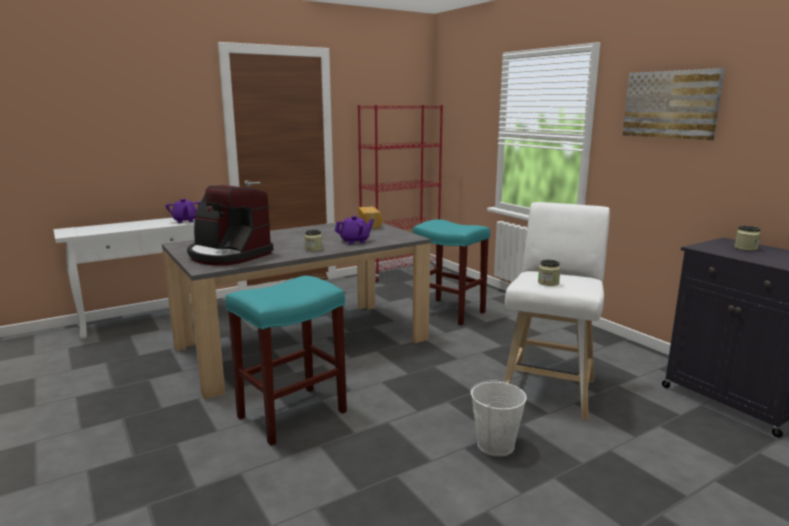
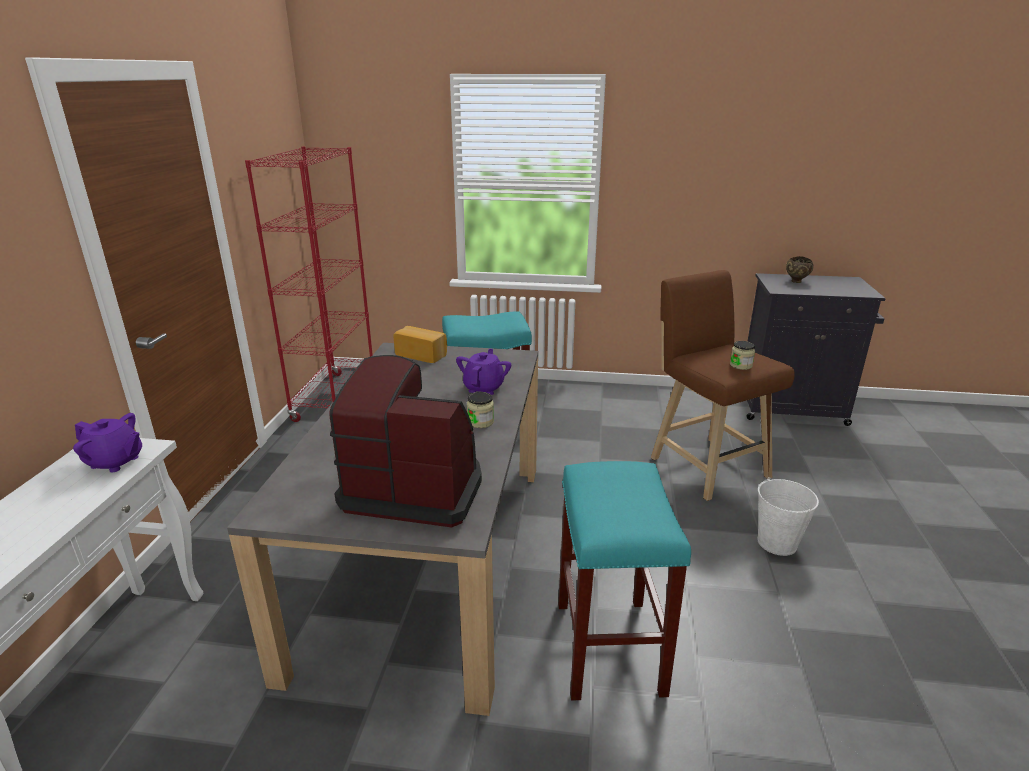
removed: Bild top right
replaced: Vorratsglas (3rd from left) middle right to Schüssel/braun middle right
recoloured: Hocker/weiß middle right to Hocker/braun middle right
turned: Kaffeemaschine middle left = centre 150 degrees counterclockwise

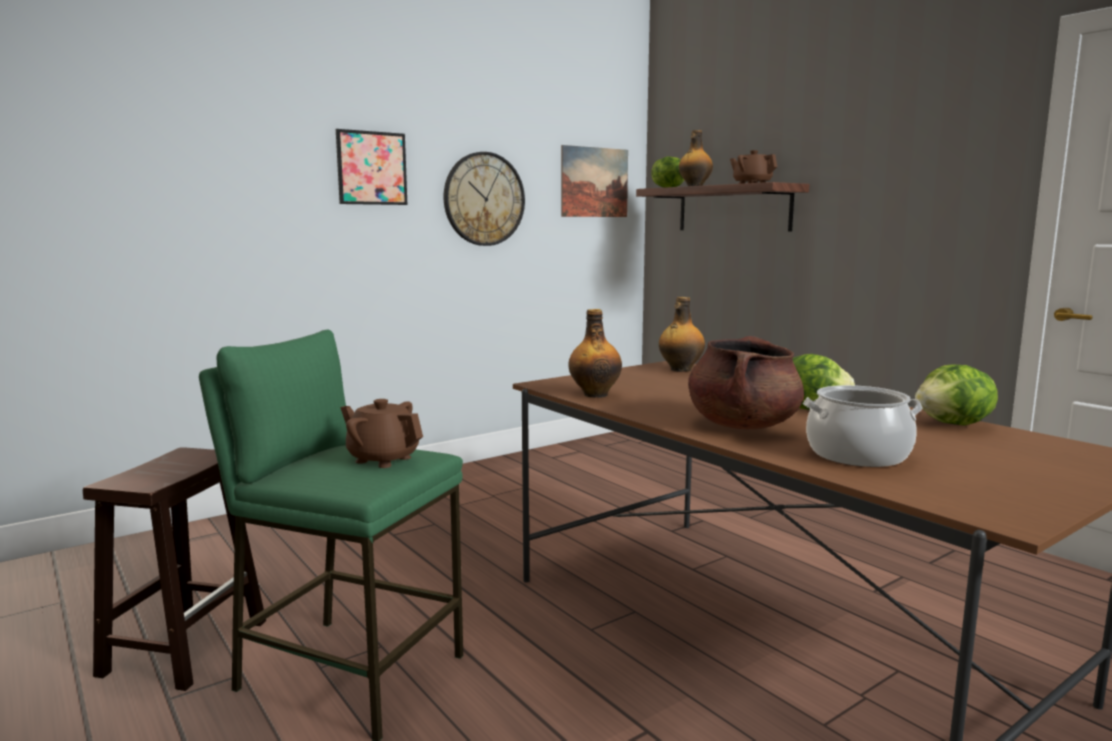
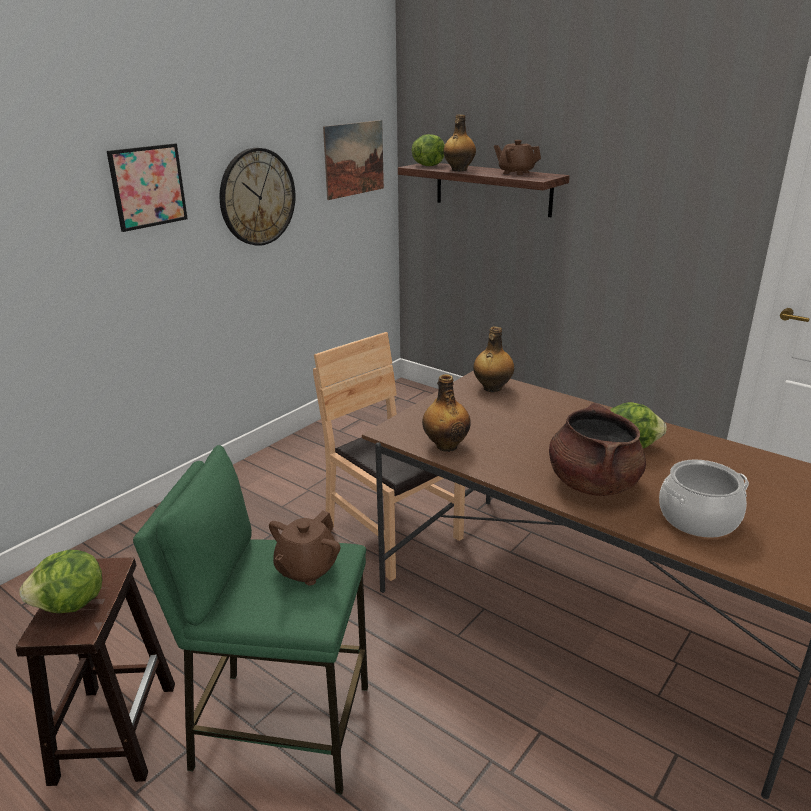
added: Stuhl/braun centre
moved: Salatkopf (3rd from left in the first image) middle right to Salatkopf (1st from left) bottom left
turned: Teekanne/braun (1st from left) centre = bottom centre 75 degrees counterclockwise

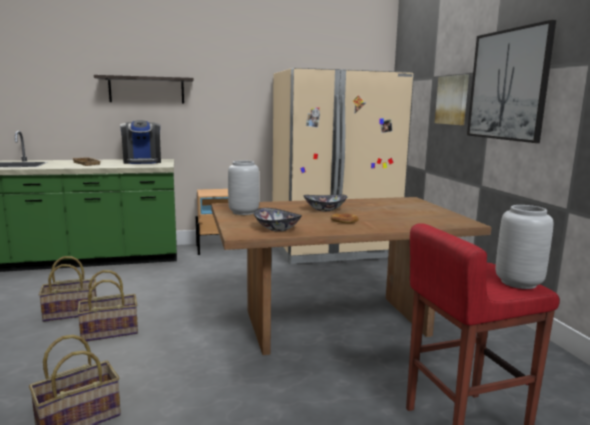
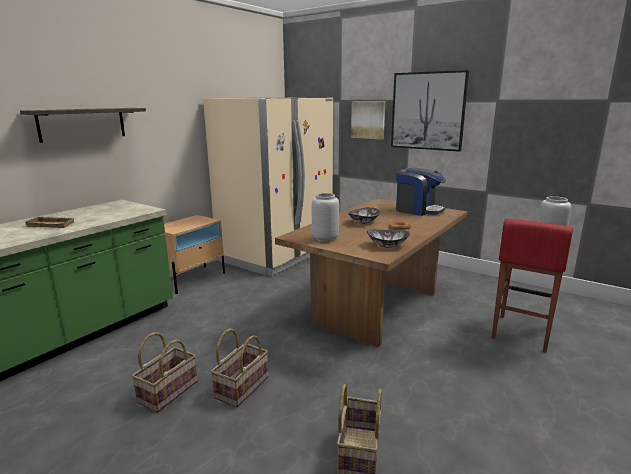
moved: Kaffeemaschine middle left to middle right

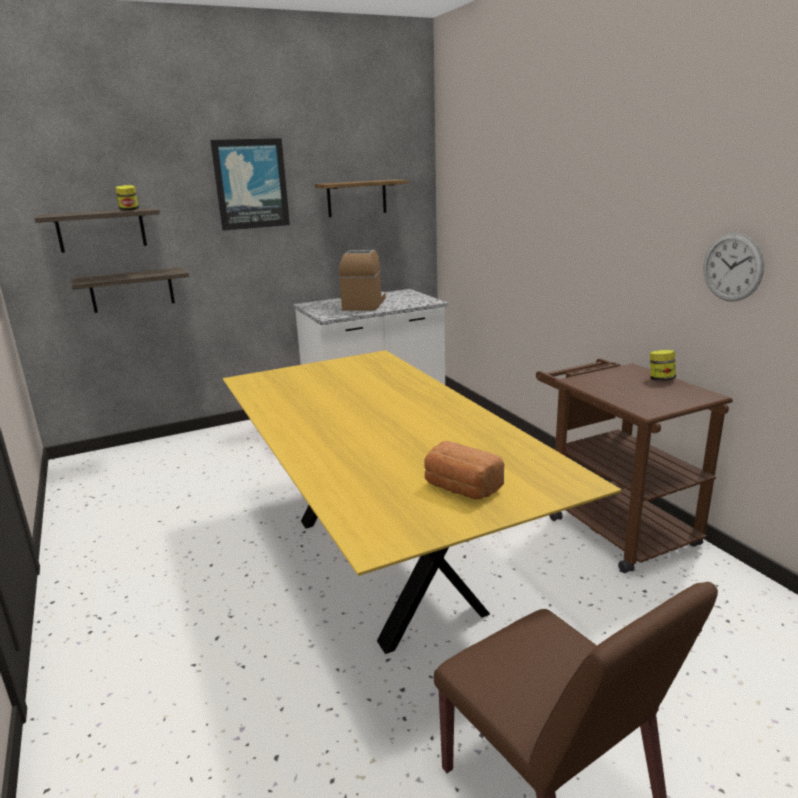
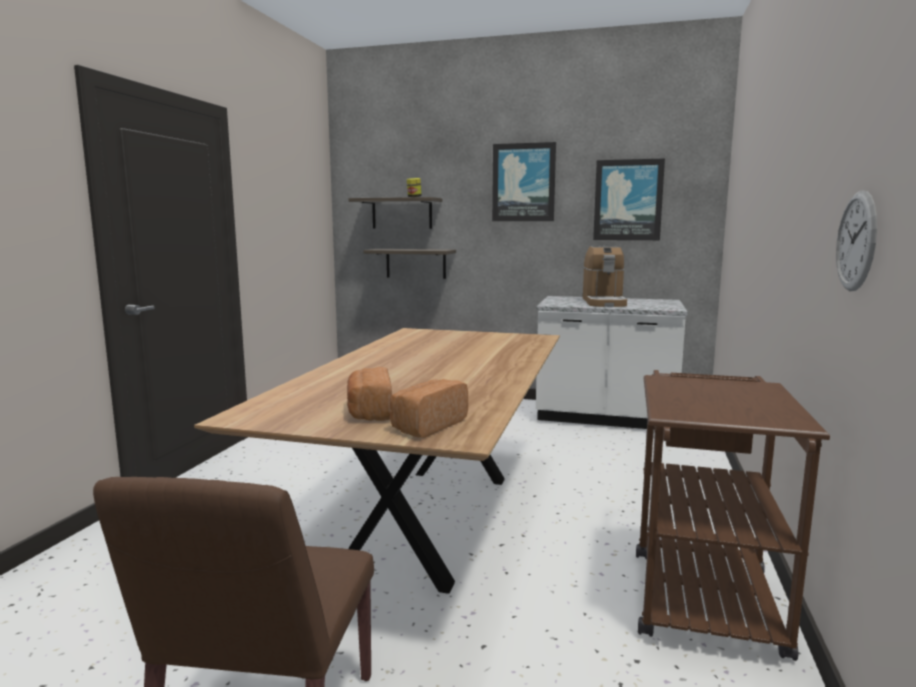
removed: Vorratsglas (2nd from left) middle right
added: Brot (2nd from left) centre
replaced: Wandregal (3rd from left) top centre to Bild (2nd from left) top right
recoloured: Esstisch/gelb centre to Esstisch/braun bottom centre
turned: Kaffeemaschine centre = centre 135 degrees clockwise

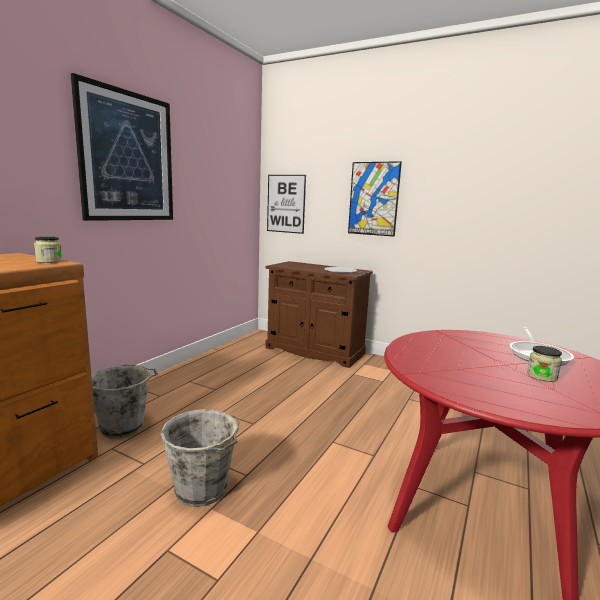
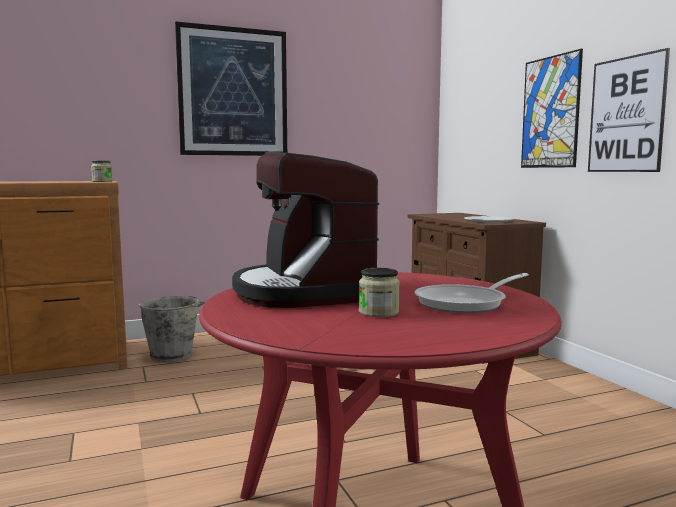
removed: Eimer/grau (2nd from left) bottom centre
added: Kaffeemaschine centre
moved: Bild (2nd from left in the first image) centre to Bild (3rd from left) top right

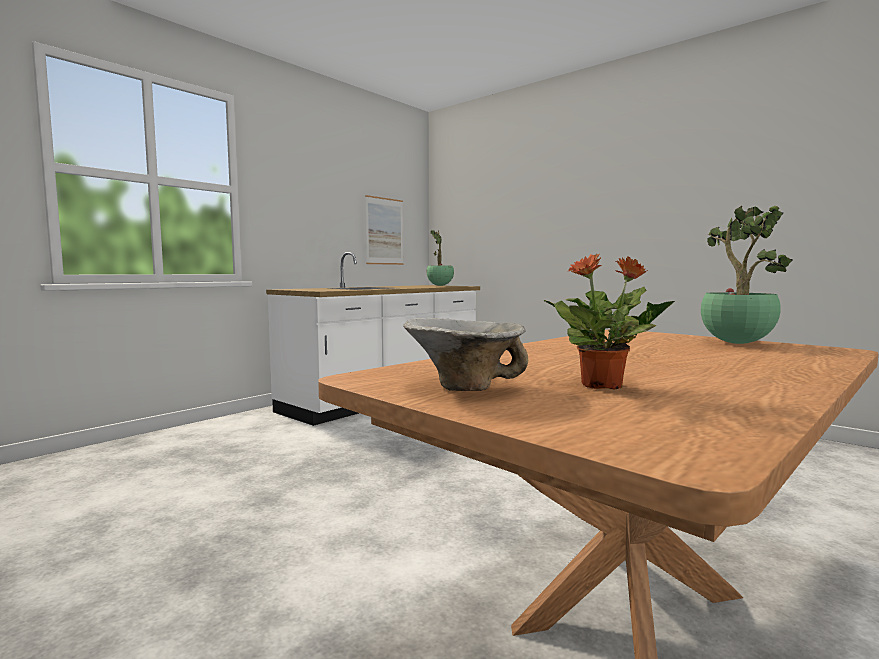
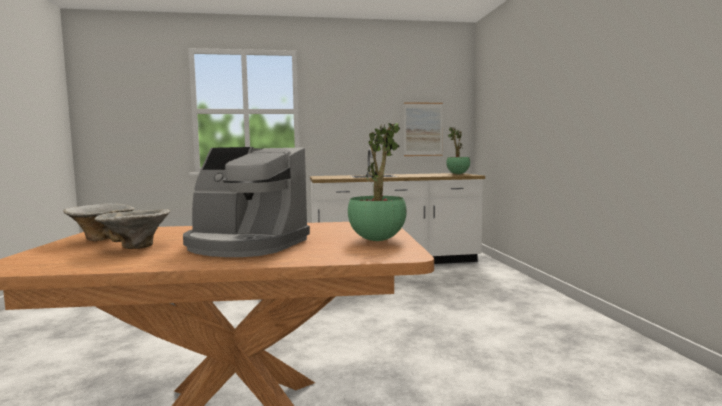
added: Kaffeemaschine centre
replaced: Topfpflanze (2nd from left) middle right to Schüssel (2nd from left) middle left

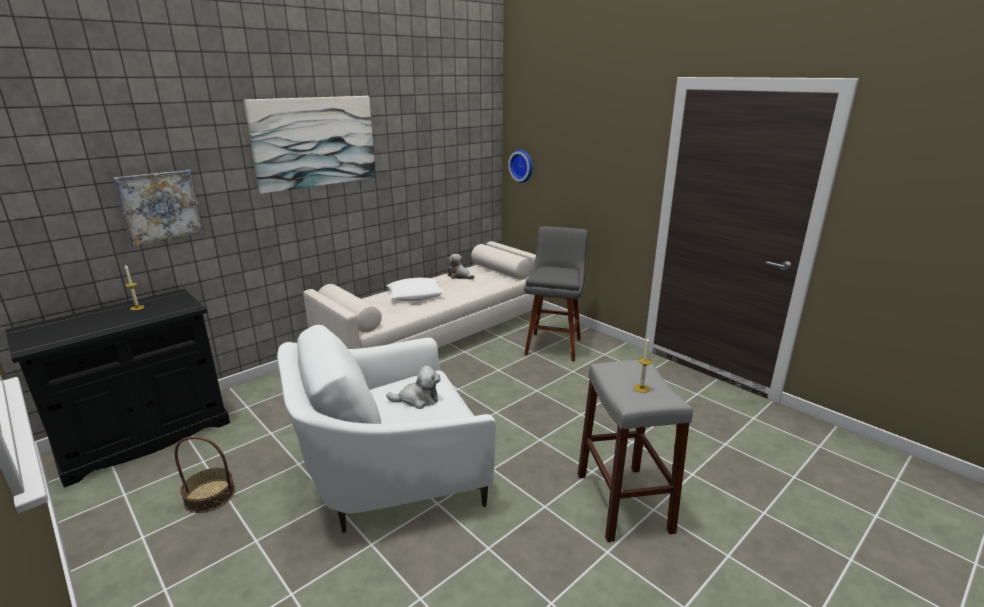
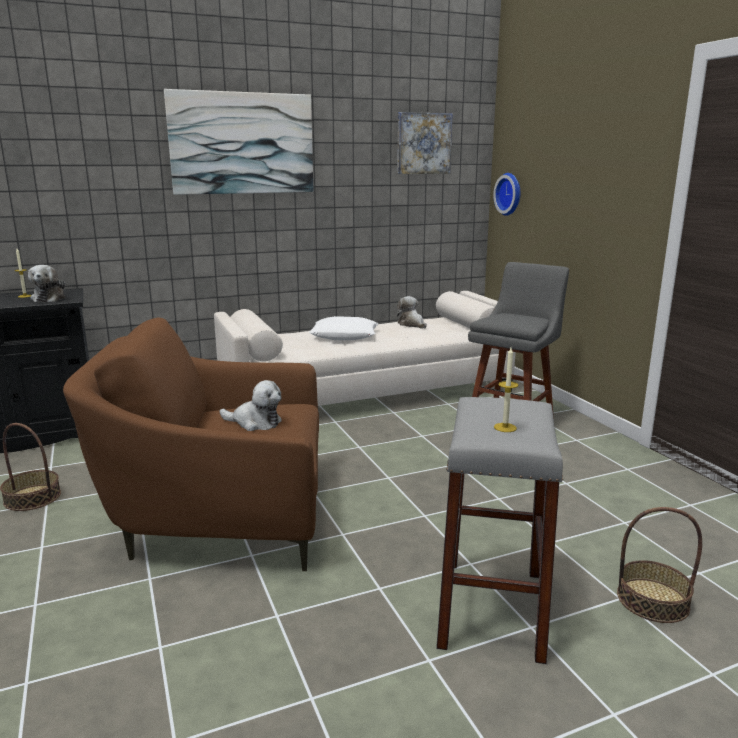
added: Plüschtier (1st from left) middle left; Korb (2nd from left) bottom right
moved: Bild (1st from left in the first image) middle left to Bild (2nd from left) top centre
recoloured: Sessel/weiß bottom centre to Sessel/braun middle left

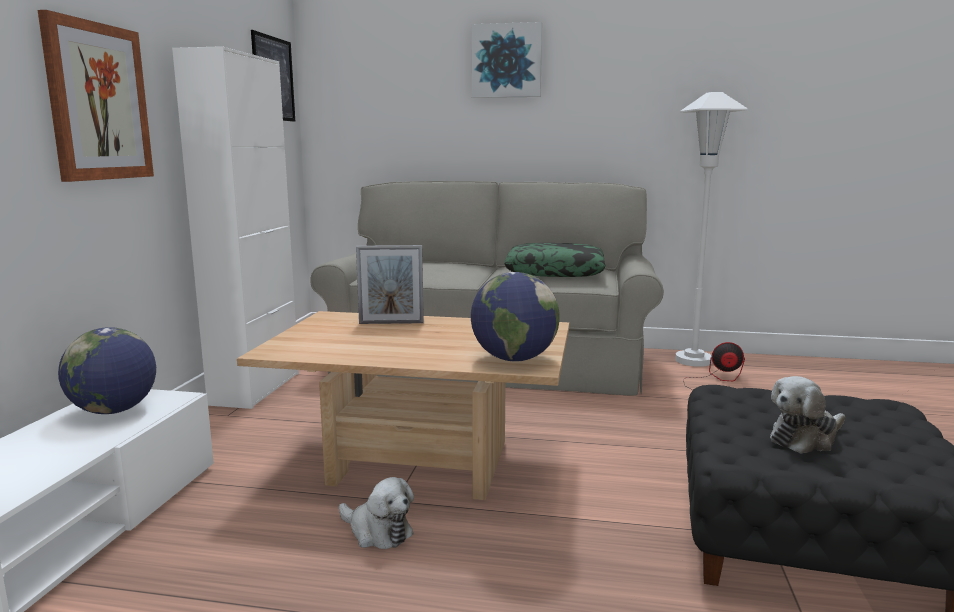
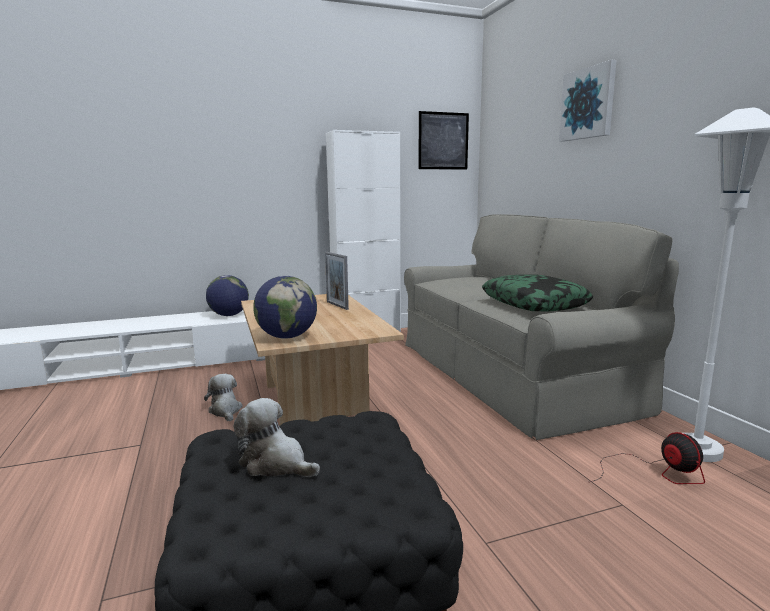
removed: Bild (1st from left) top left
turned: Plüschtier (1st from left) bottom centre = middle left 150 degrees clockwise

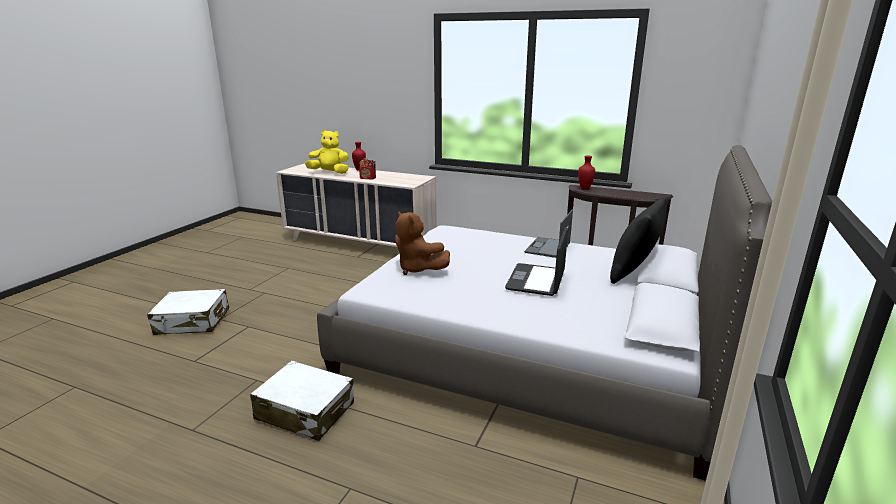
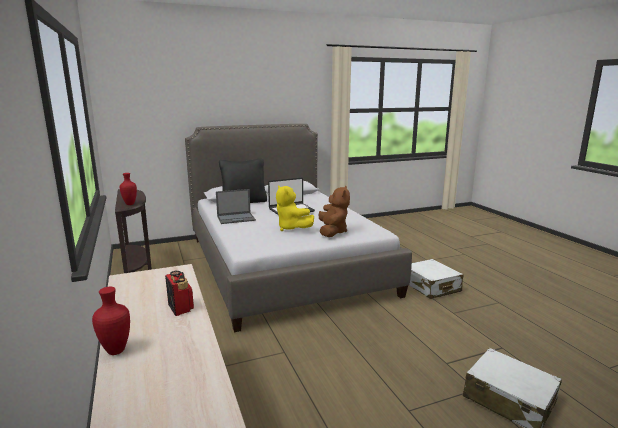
moved: Plüschtier/gelb top centre to centre

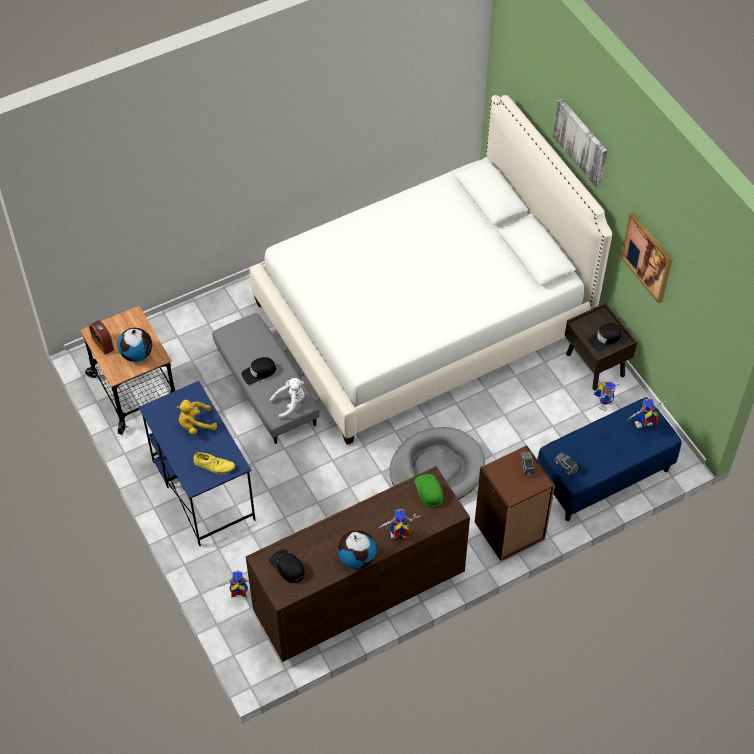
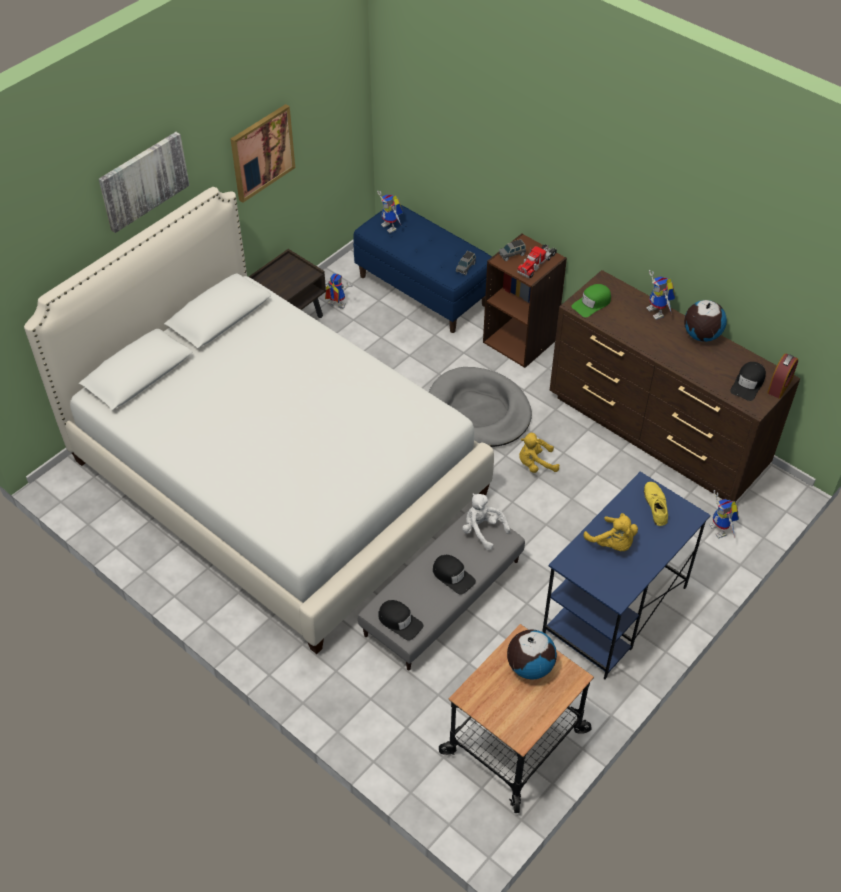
added: Spielzeuglaster top centre; Plüschtier/gelb (1st from left) centre
moved: Wecker middle left to middle right; Kappe/schwarz (3rd from left in the first image) middle right to Kappe/schwarz (1st from left) bottom centre

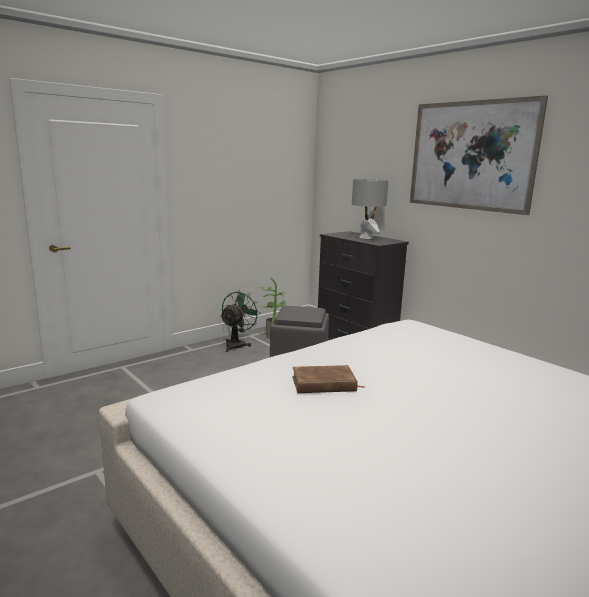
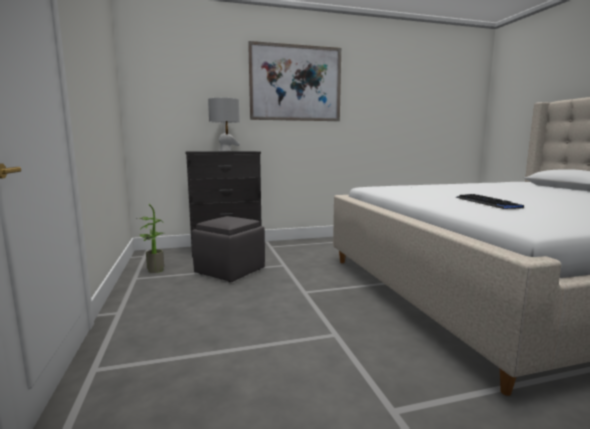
removed: Ventilator/grün centre
replaced: Buch/braun centre to Tastatur middle right

